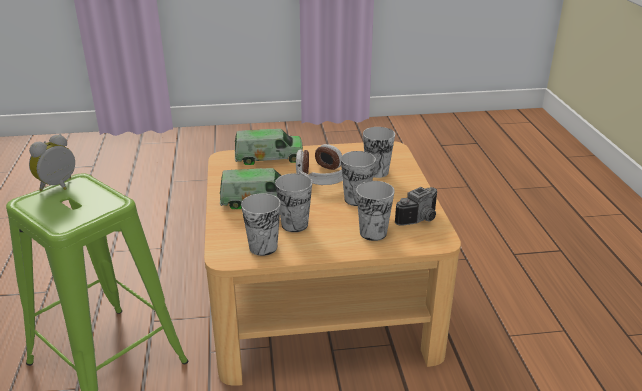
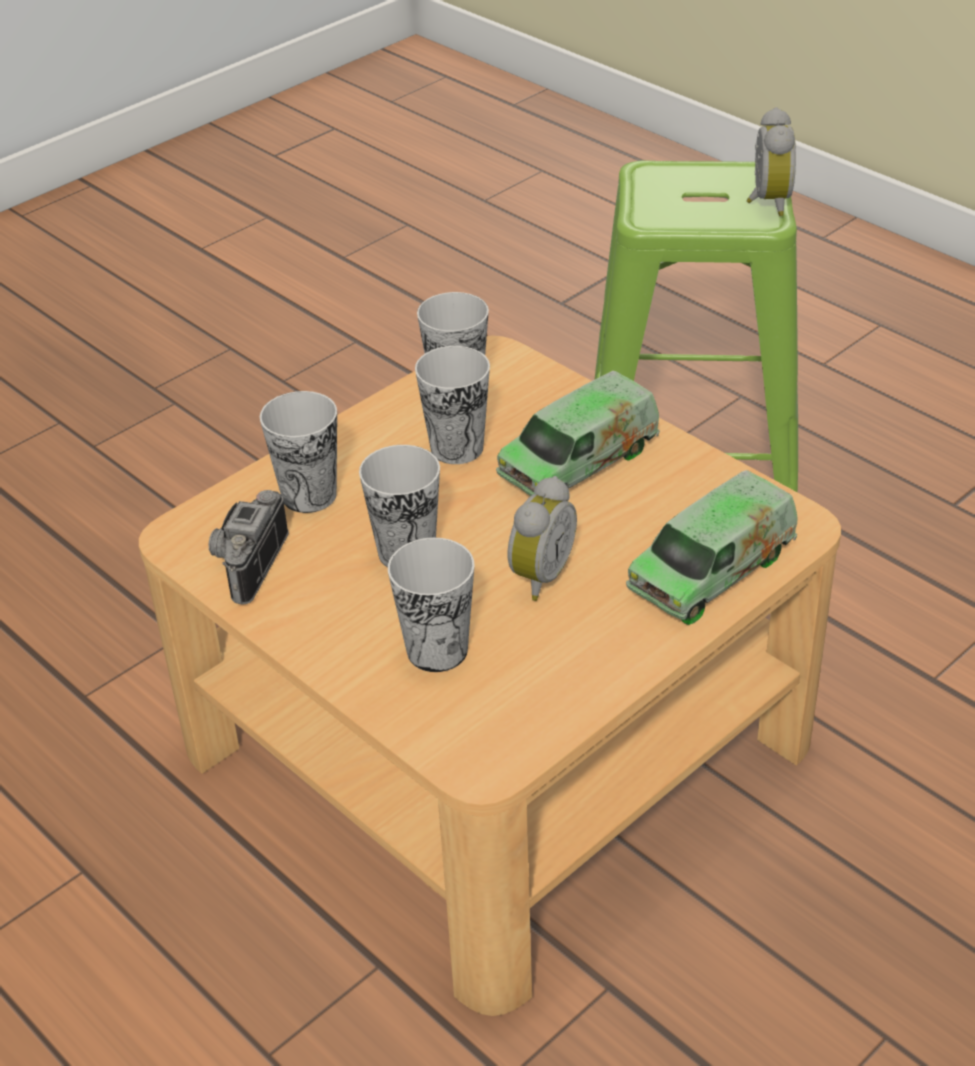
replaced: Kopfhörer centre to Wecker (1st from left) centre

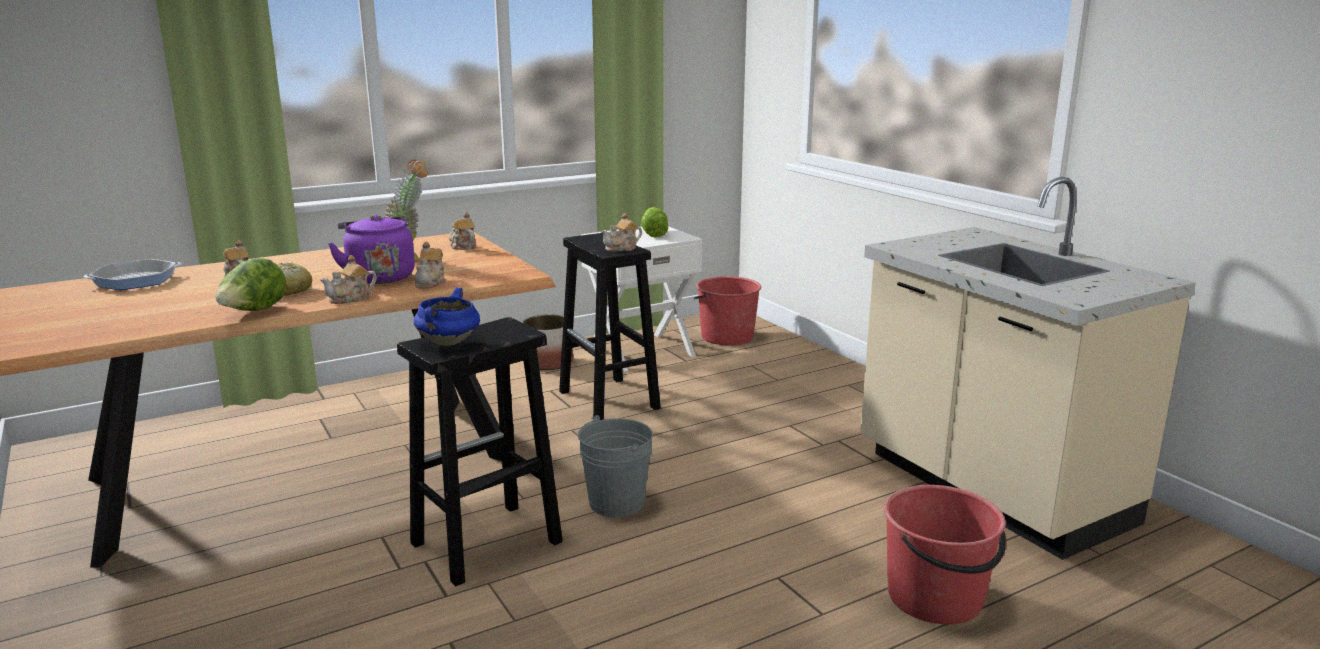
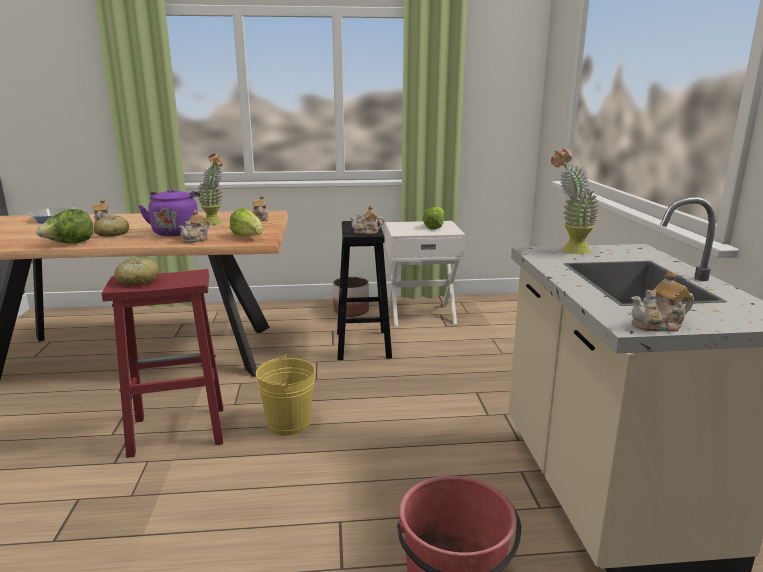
removed: Eimer/rot (1st from left) centre
added: Salatkopf (2nd from left) middle left; Topfpflanze (2nd from left) middle right
moved: Teekanne (2nd from left in the first image) middle left to Teekanne (5th from left) middle right
replaced: Kochtopf/blau centre to Brot (2nd from left) middle left
recoloured: Hocker/schwarz (1st from left) bottom centre to Hocker/rot middle left; Eimer/grau bottom centre to Eimer/gelb bottom centre

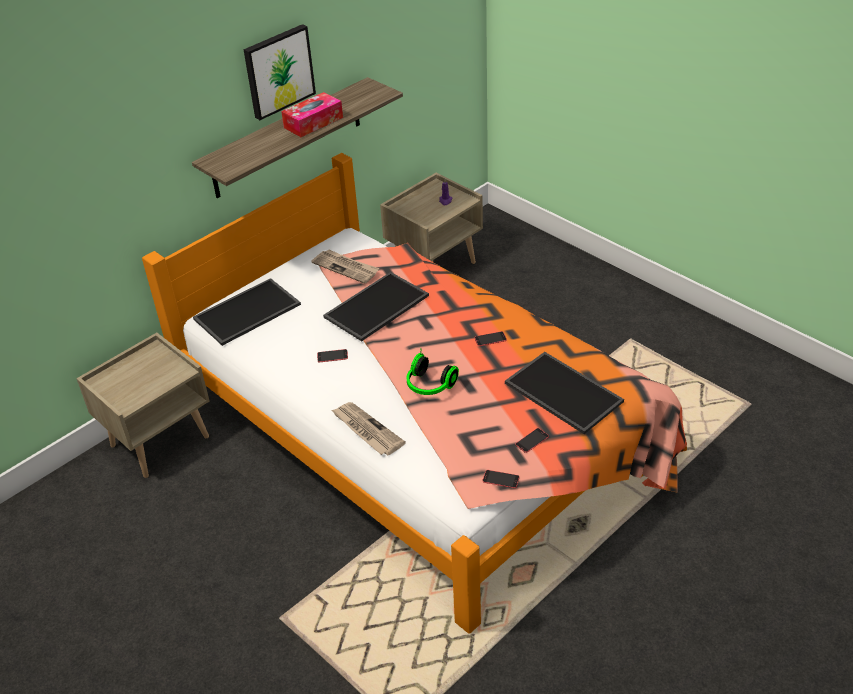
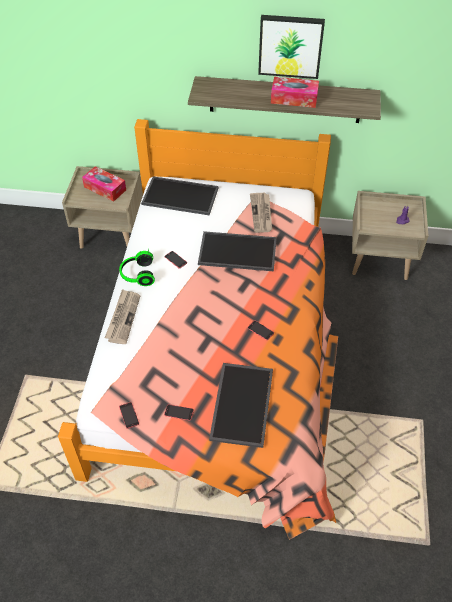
added: Taschentuchbox (1st from left) top left
moved: Kopfhörer centre to middle left

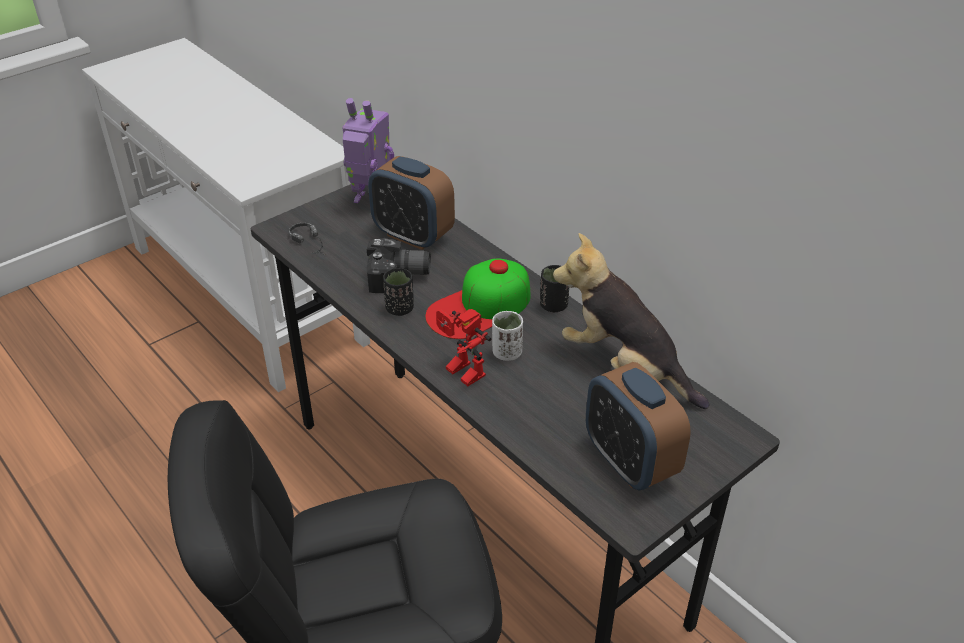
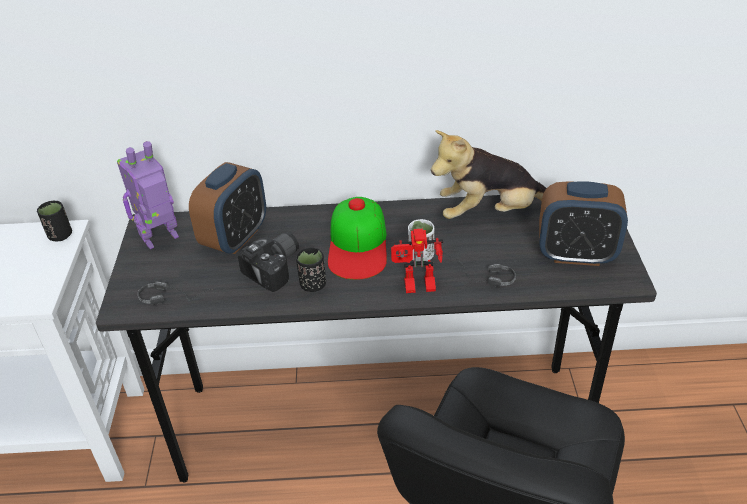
added: Kopfhörer (2nd from left) centre
moved: Tasse/schwarz (2nd from left in the first image) centre to Tasse/schwarz (1st from left) middle left
turned: Wecker (1st from left) top centre = middle left 45 degrees counterclockwise

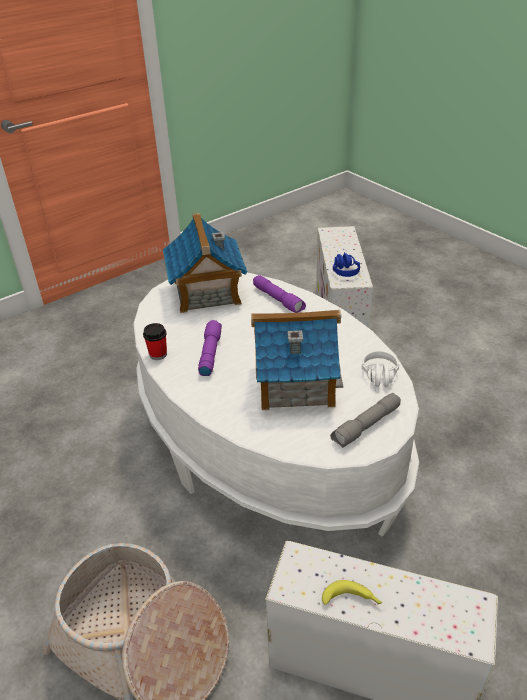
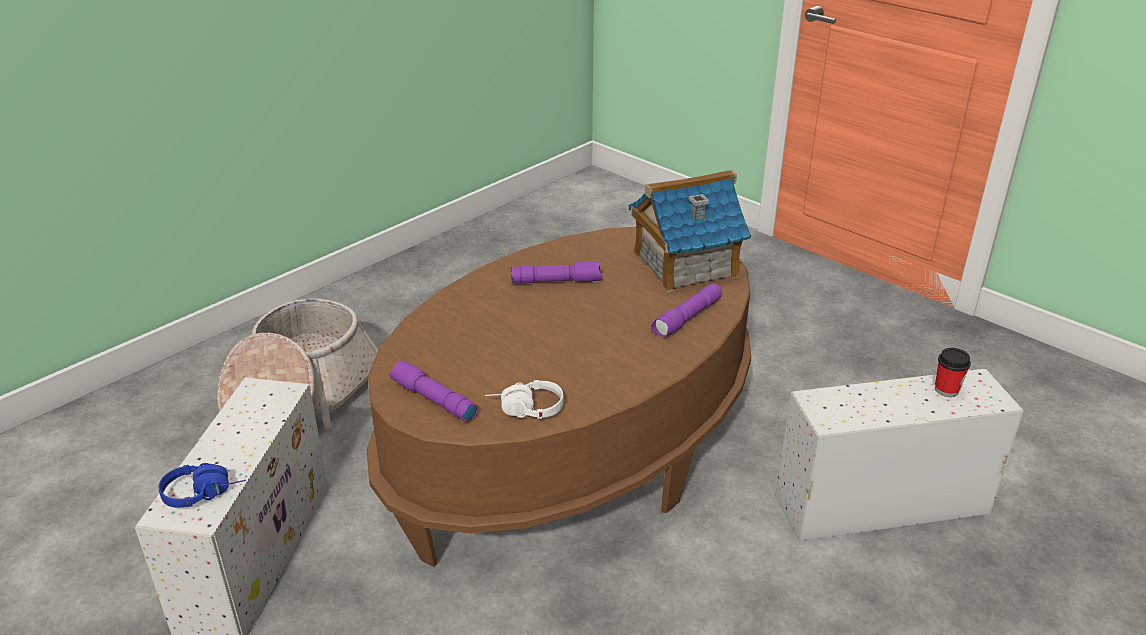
removed: Spielzeughaus (2nd from left) centre; Banane bottom right
moved: Tasse middle left to middle right; Kopfhörer/blau centre to bottom left
recoloured: Couchtisch/weiß centre to Couchtisch/braun centre; Taschenlampe/grau middle right to Taschenlampe/lila (1st from left) centre

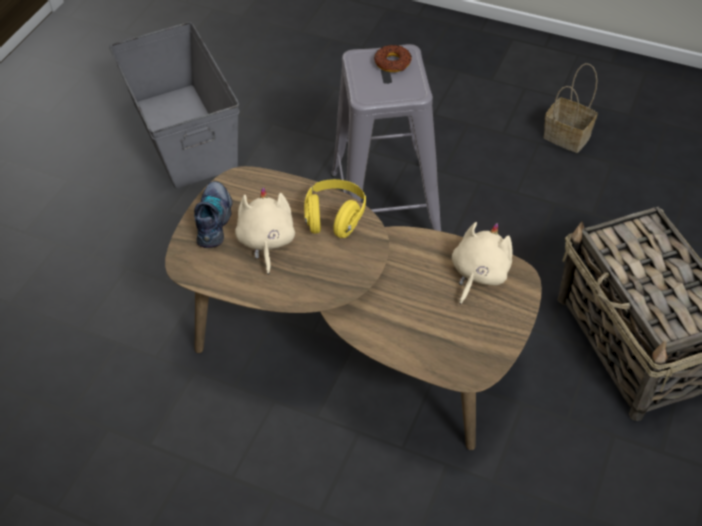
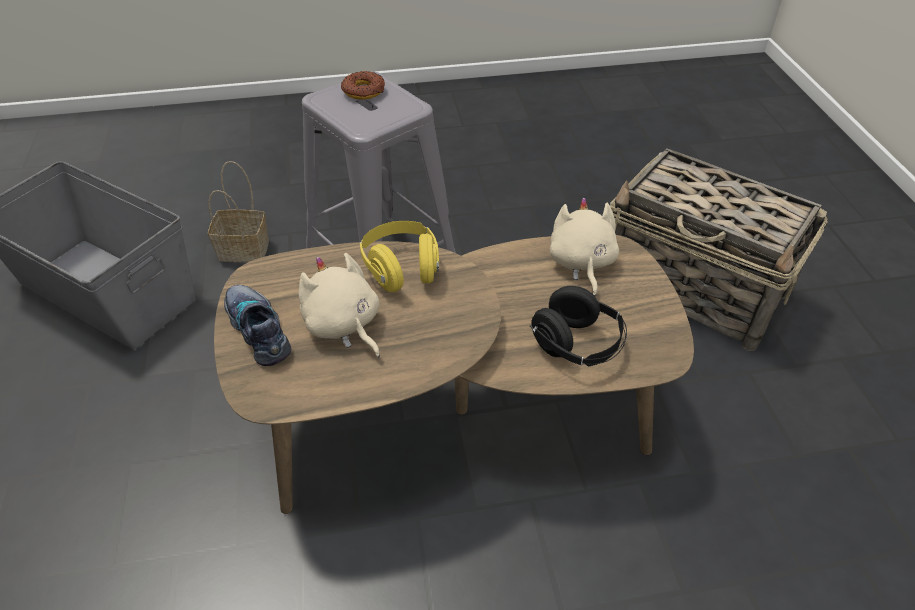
added: Kopfhörer/schwarz centre
moved: Korb (1st from left) top right to middle left

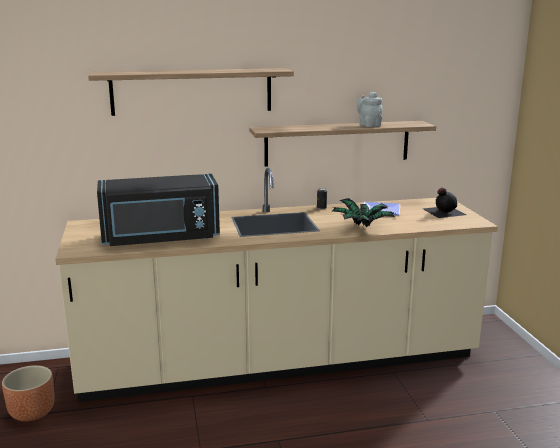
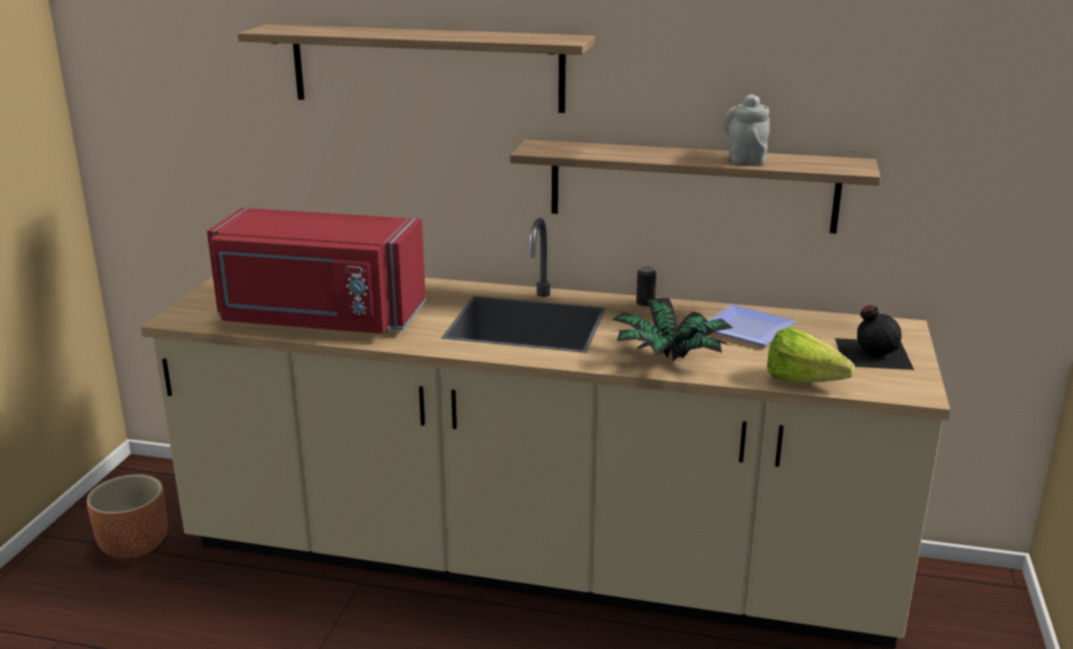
added: Salatkopf middle right
recoloured: Mikrowelle/schwarz middle left to Mikrowelle/rot middle left

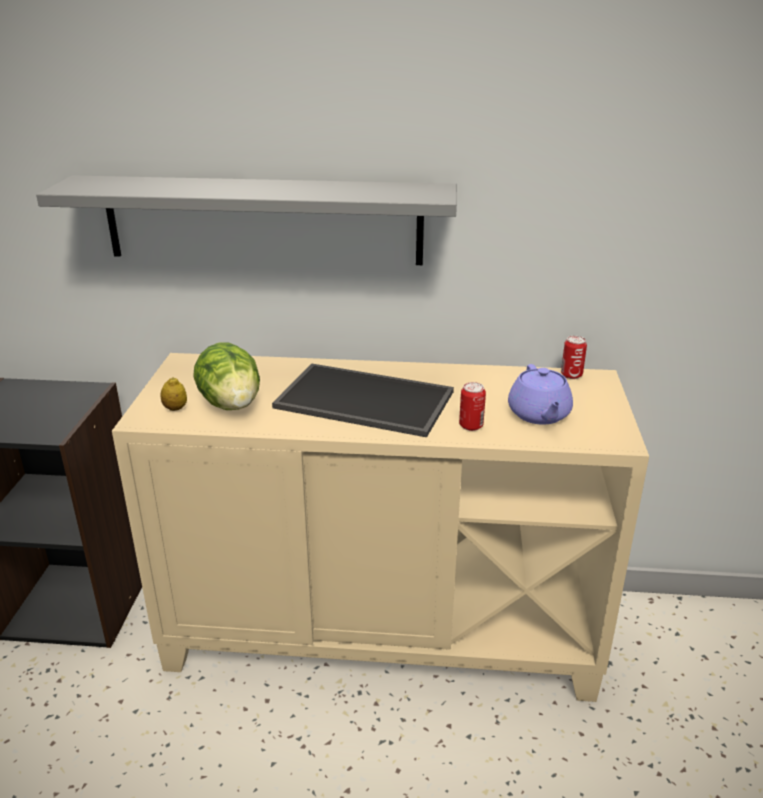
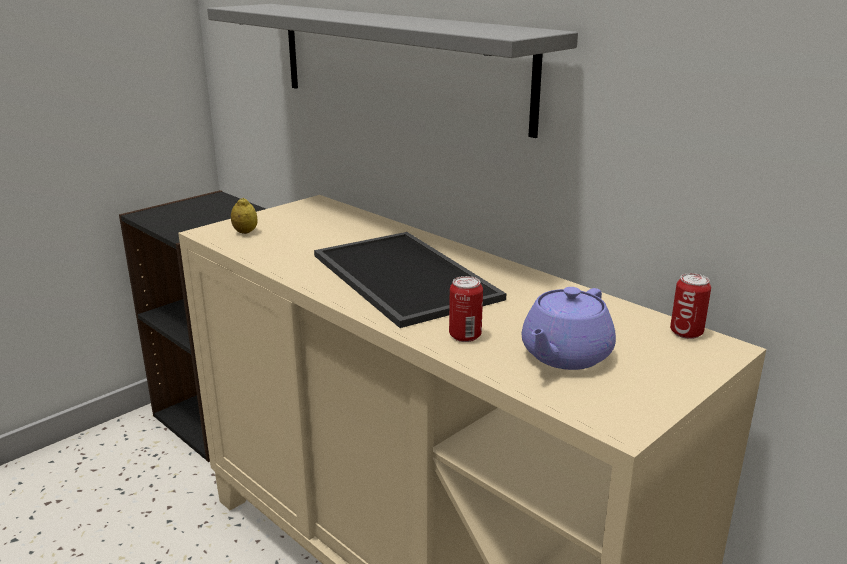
removed: Salatkopf middle left

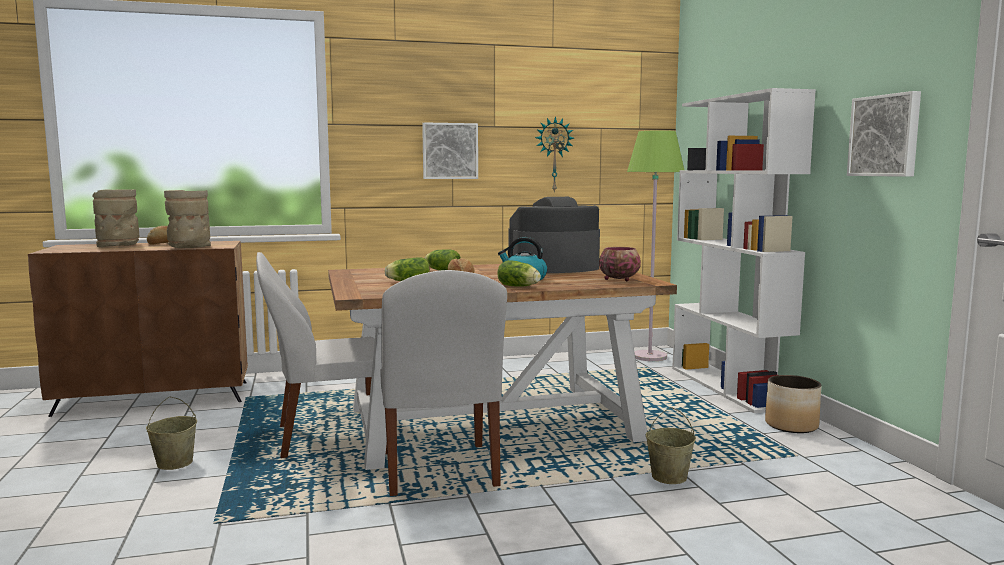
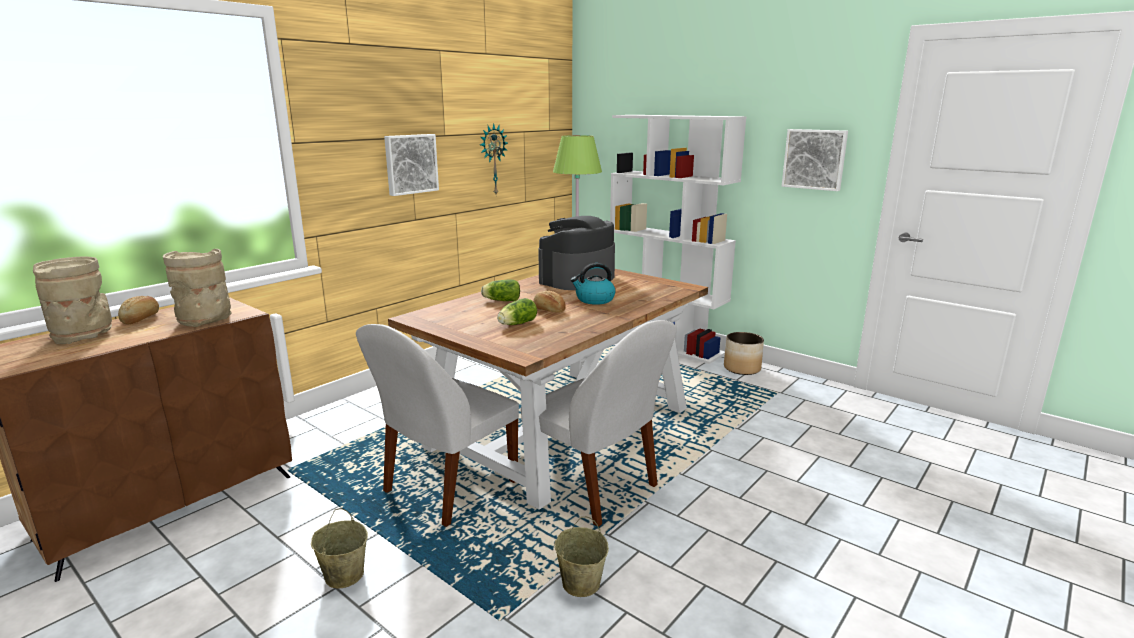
removed: Salatkopf (3rd from left) centre; Schüssel centre
moved: Eimer/beige (2nd from left) bottom right to bottom centre

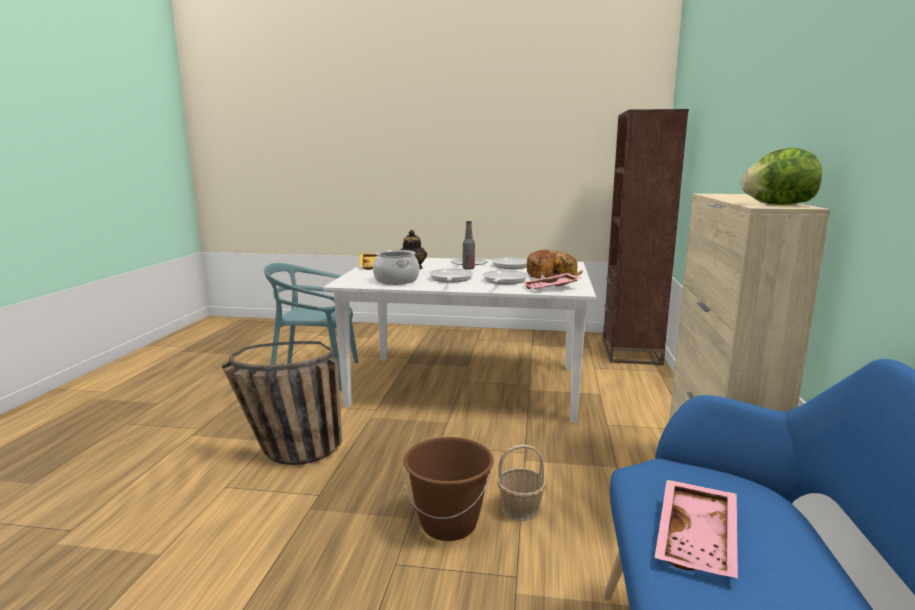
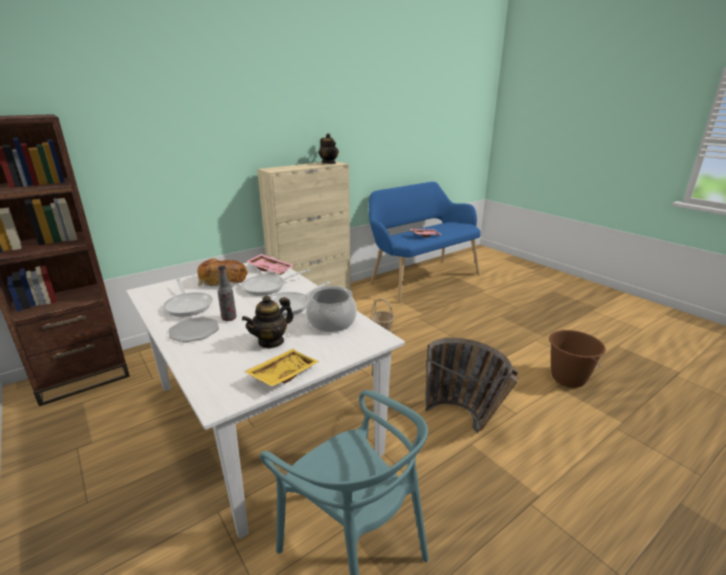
moved: Eimer/braun bottom centre to middle right
replaced: Salatkopf top right to Teekanne (2nd from left) top centre

